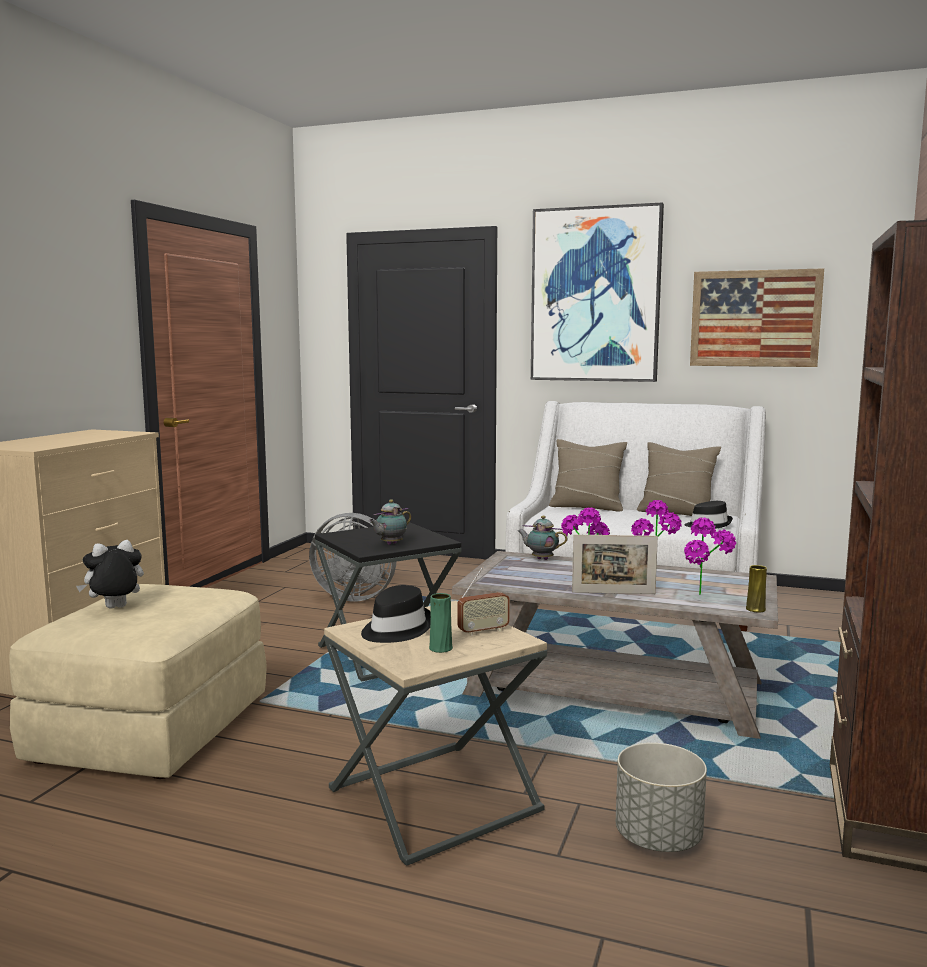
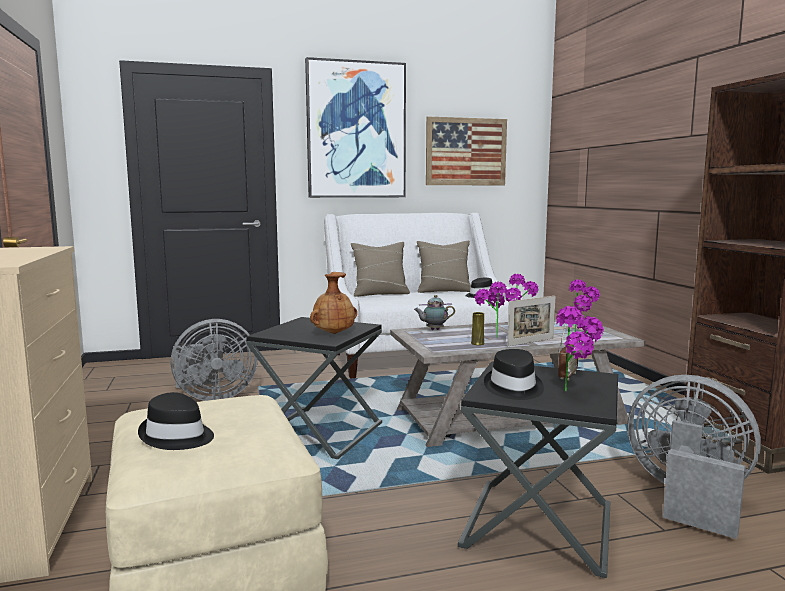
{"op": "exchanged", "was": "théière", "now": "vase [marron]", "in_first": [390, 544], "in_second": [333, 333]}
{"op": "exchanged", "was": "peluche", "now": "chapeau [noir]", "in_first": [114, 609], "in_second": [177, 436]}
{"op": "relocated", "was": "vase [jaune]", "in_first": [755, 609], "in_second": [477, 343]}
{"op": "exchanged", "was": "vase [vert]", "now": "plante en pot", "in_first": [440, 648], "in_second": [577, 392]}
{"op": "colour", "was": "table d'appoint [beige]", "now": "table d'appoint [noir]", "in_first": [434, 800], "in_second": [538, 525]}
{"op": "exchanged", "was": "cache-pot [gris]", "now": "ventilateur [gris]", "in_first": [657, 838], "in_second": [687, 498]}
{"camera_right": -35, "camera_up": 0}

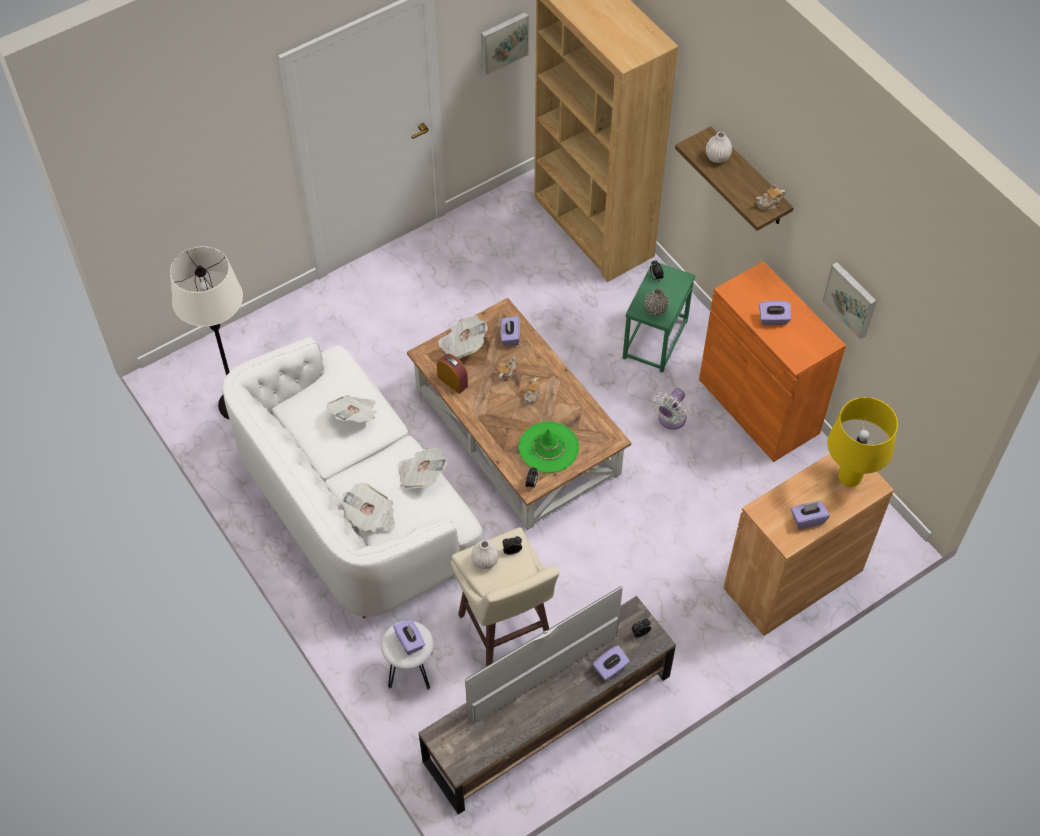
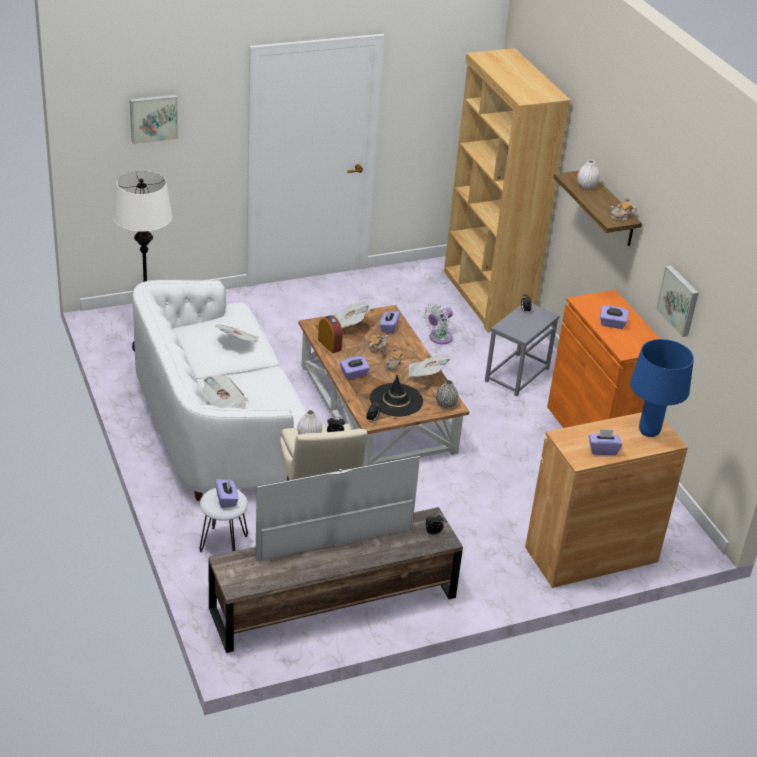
{"op": "relocated", "was": "tableau", "in_first": [503, 42], "in_second": [153, 118]}
{"op": "colour", "was": "table d'appoint [vert]", "now": "table d'appoint [gris]", "in_first": [654, 339], "in_second": [516, 374]}
{"op": "relocated", "was": "vase [gris]", "in_first": [655, 310], "in_second": [446, 404]}
{"op": "relocated", "was": "ventilateur [blanc]", "in_first": [670, 420], "in_second": [438, 338]}
{"op": "colour", "was": "lampe de table [jaune]", "now": "lampe de table [bleu]", "in_first": [849, 479], "in_second": [648, 432]}
{"op": "colour", "was": "chapeau [vert]", "now": "chapeau [noir]", "in_first": [549, 447], "in_second": [396, 400]}
{"op": "relocated", "was": "journal", "in_first": [421, 475], "in_second": [426, 375]}
{"op": "relocated", "was": "boîte à mouchoirs [violet]", "in_first": [610, 668], "in_second": [354, 374]}
{"camera_right": 10, "camera_up": -20}

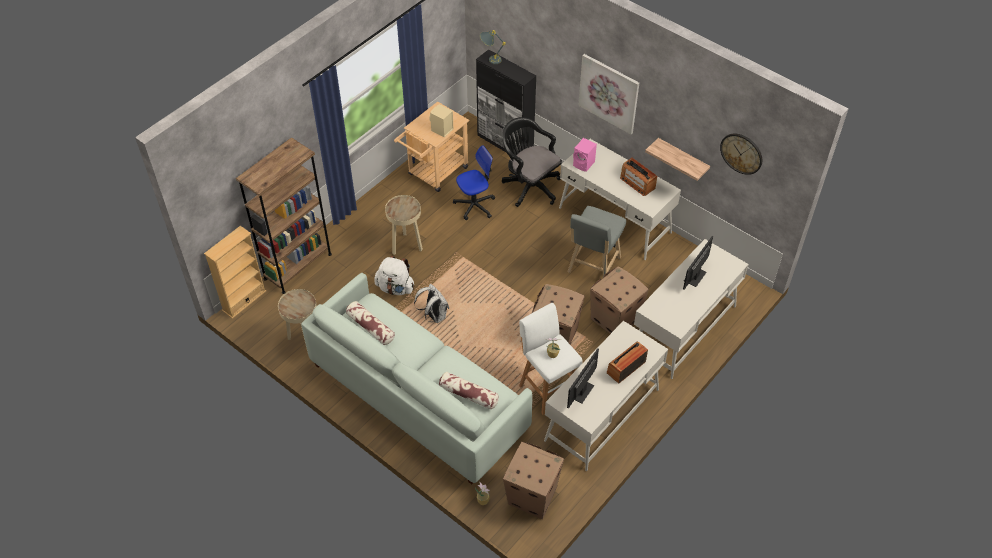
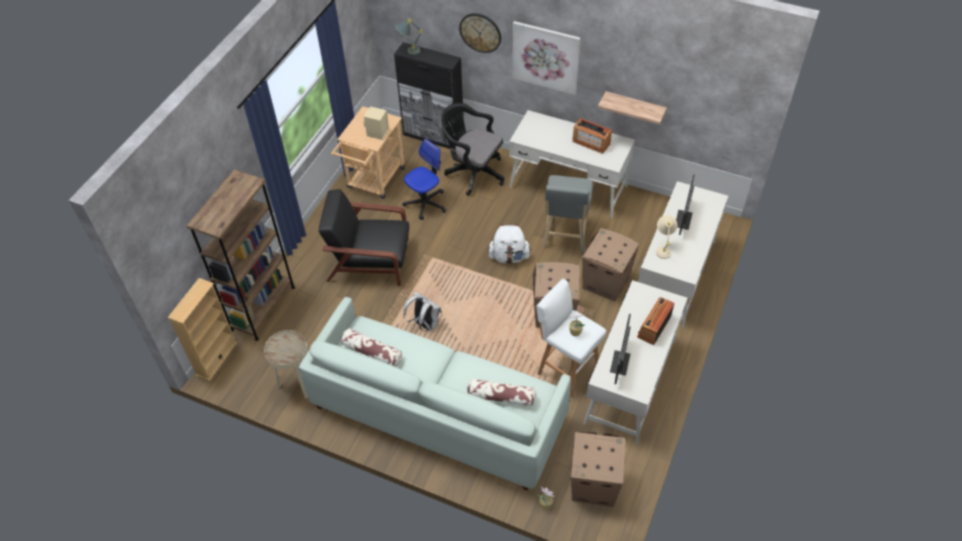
{"op": "relocated", "was": "horloge murale", "in_first": [741, 153], "in_second": [480, 32]}
{"op": "missing", "was": "enceinte [rose]", "in_first": [584, 164]}
{"op": "exchanged", "was": "table d'appoint [beige]", "now": "fauteuil [noir]", "in_first": [406, 246], "in_second": [370, 260]}
{"op": "relocated", "was": "sac à dos [blanc]", "in_first": [395, 288], "in_second": [509, 256]}
{"op": "appeared", "now": "lampe de table [beige]", "in_second": [663, 248]}
{"camera_right": -15, "camera_up": 0}

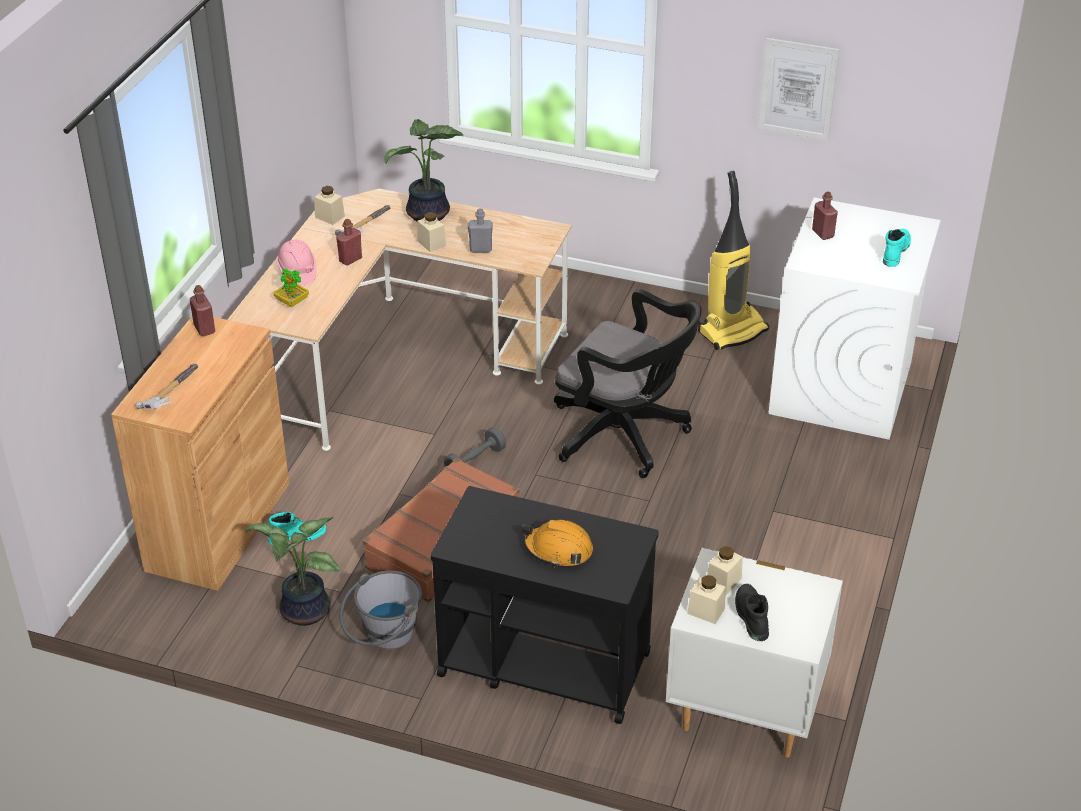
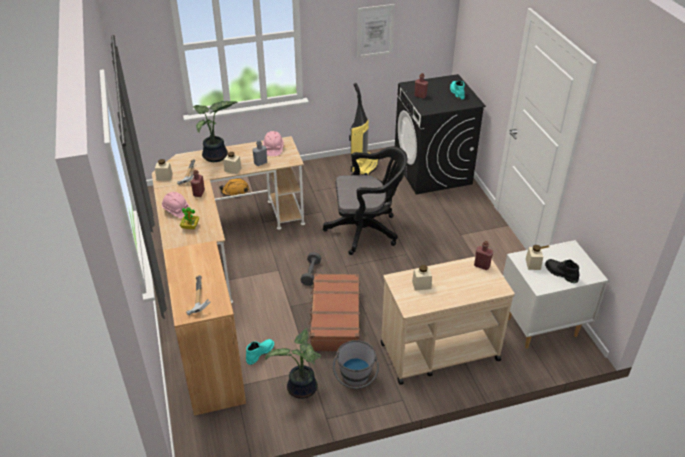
{"op": "colour", "was": "lave-linge [blanc]", "now": "lave-linge [noir]", "in_first": [841, 388], "in_second": [432, 171]}
{"op": "relocated", "was": "bouteille [rouge]", "in_first": [204, 329], "in_second": [482, 266]}
{"op": "colour", "was": "chariot [noir]", "now": "chariot [beige]", "in_first": [543, 663], "in_second": [438, 352]}
{"op": "relocated", "was": "casque de chantier [orange]", "in_first": [558, 550], "in_second": [235, 191]}
{"op": "relocated", "was": "bocal [beige]", "in_first": [706, 611], "in_second": [421, 285]}
{"op": "appeared", "now": "casque de chantier [rose]", "in_second": [273, 149]}
{"camera_right": -35, "camera_up": 0}

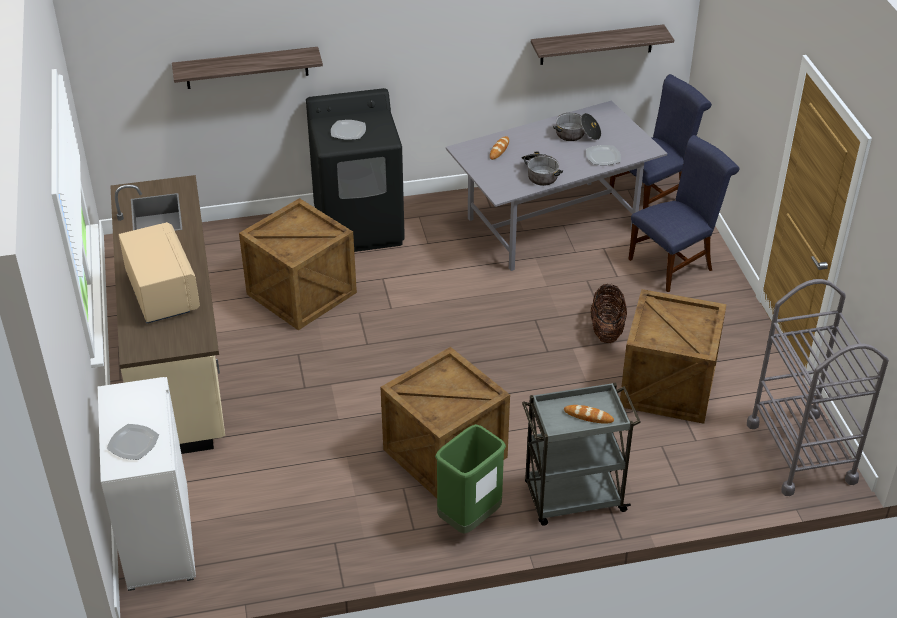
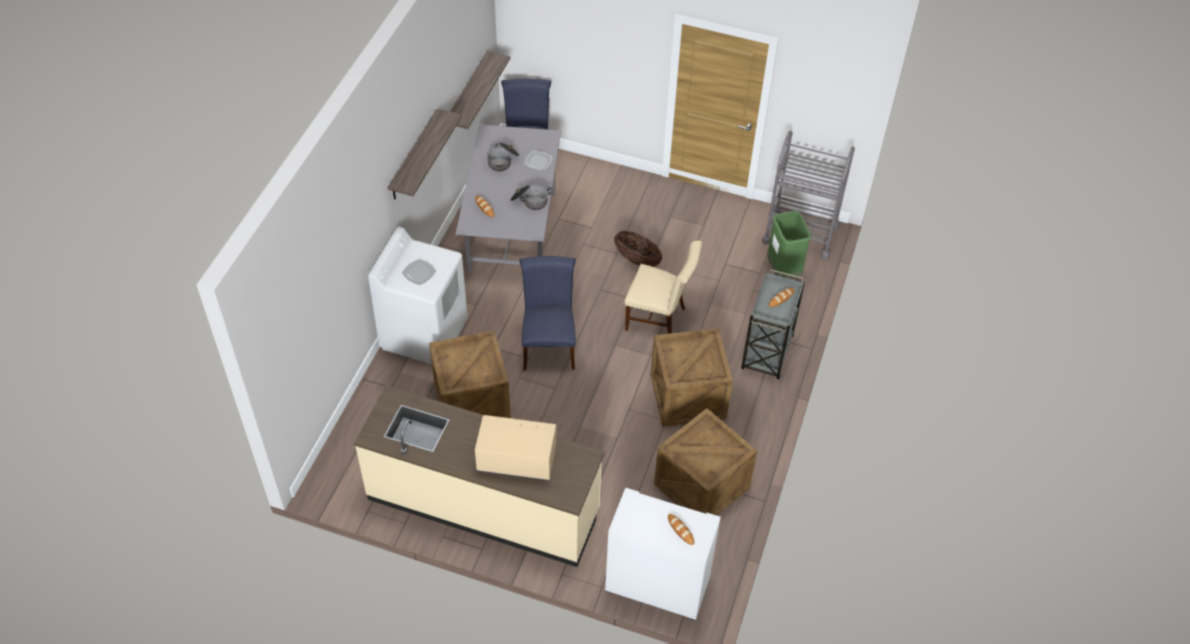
{"op": "relocated", "was": "étagère", "in_first": [247, 68], "in_second": [414, 156]}
{"op": "colour", "was": "lave-linge [noir]", "now": "lave-linge [blanc]", "in_first": [359, 227], "in_second": [424, 333]}
{"op": "relocated", "was": "chaise [bleu]", "in_first": [674, 263], "in_second": [548, 347]}
{"op": "relocated", "was": "caisse", "in_first": [666, 385], "in_second": [700, 486]}
{"op": "exchanged", "was": "assiette", "now": "pain", "in_first": [133, 443], "in_second": [680, 530]}
{"op": "relocated", "was": "poubelle [vert]", "in_first": [469, 519], "in_second": [783, 271]}
{"op": "appeared", "now": "chaise [beige]", "in_second": [659, 319]}
{"camera_right": -60, "camera_up": 10}

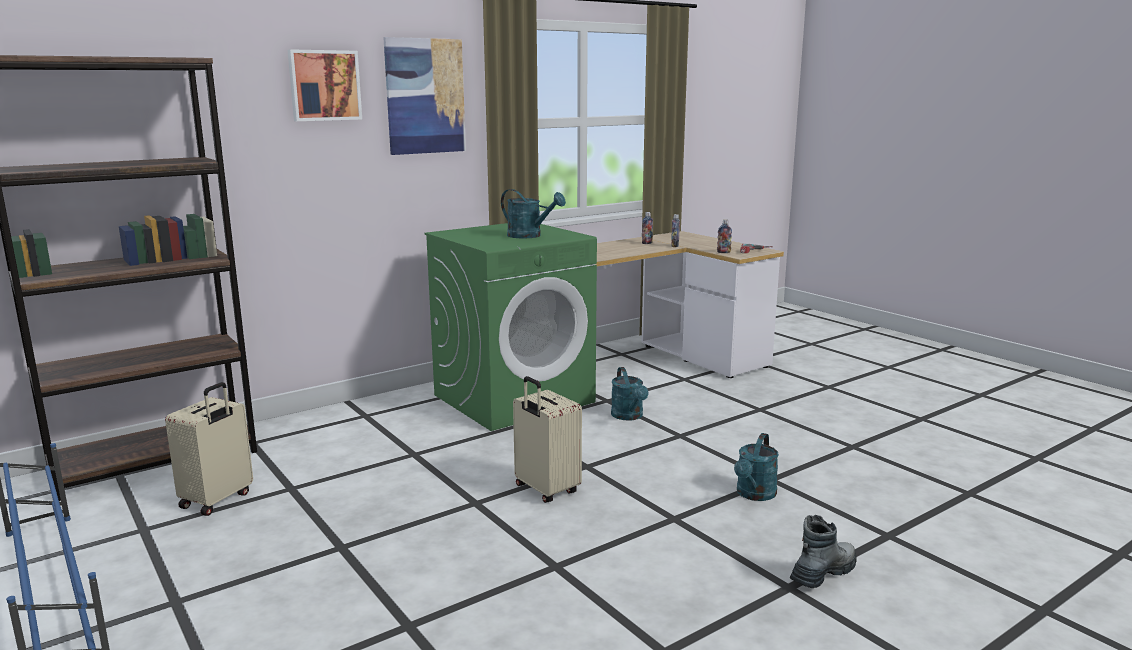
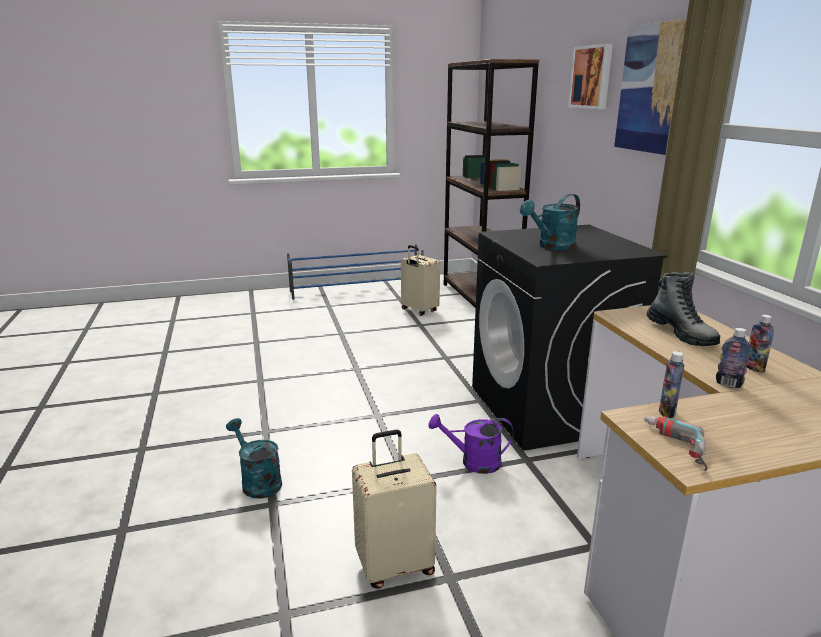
{"op": "colour", "was": "lave-linge [vert]", "now": "lave-linge [noir]", "in_first": [514, 398], "in_second": [549, 409]}
{"op": "colour", "was": "arrosoir [turquoise]", "now": "arrosoir [violet]", "in_first": [629, 416], "in_second": [473, 462]}
{"op": "relocated", "was": "valise [beige]", "in_first": [545, 490], "in_second": [395, 565]}
{"op": "relocated", "was": "botte", "in_first": [823, 573], "in_second": [681, 333]}
{"camera_right": 110, "camera_up": 5}

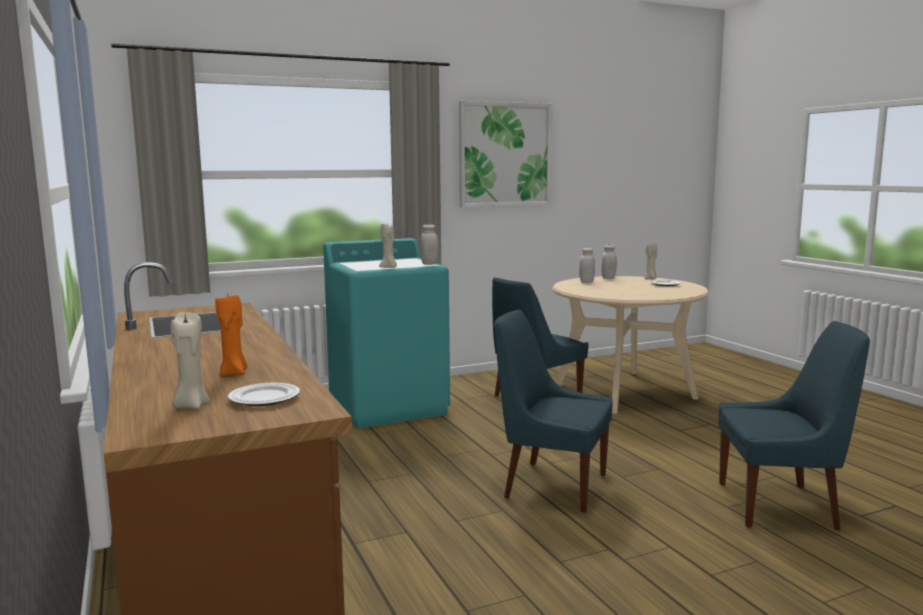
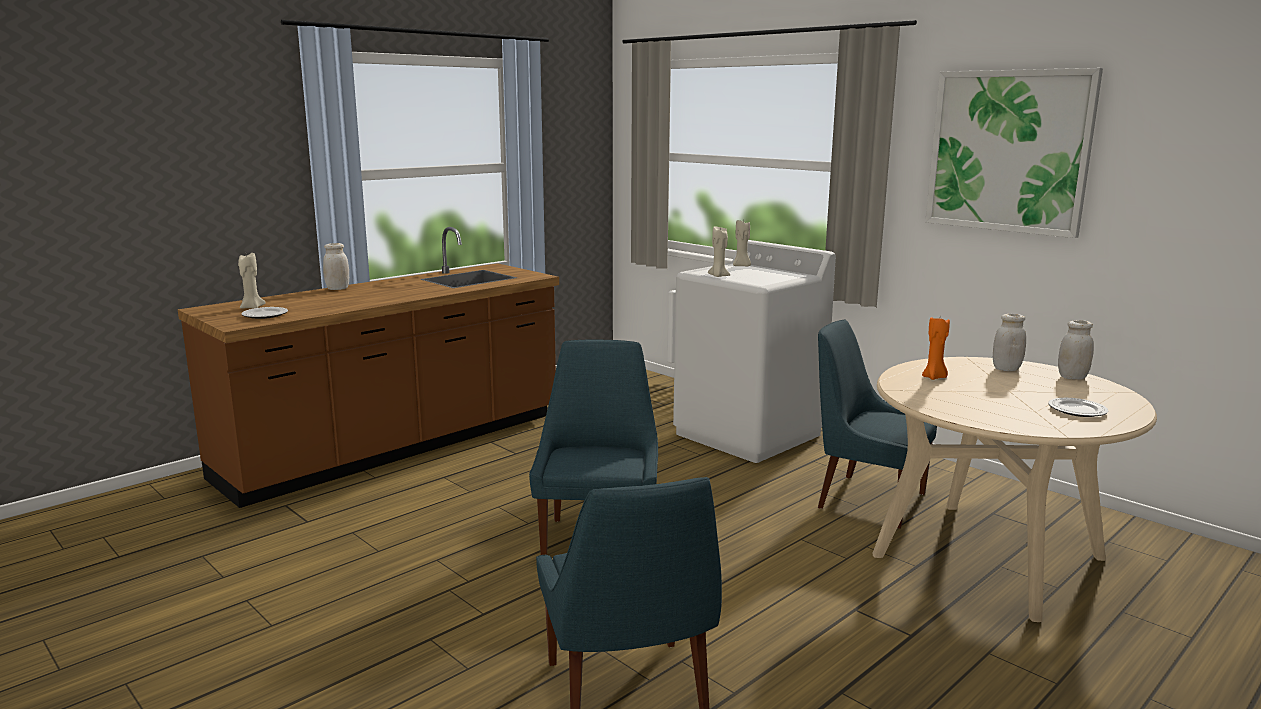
{"op": "relocated", "was": "bocal [blanc]", "in_first": [429, 264], "in_second": [337, 289]}
{"op": "colour", "was": "lave-linge [turquoise]", "now": "lave-linge [blanc]", "in_first": [389, 407], "in_second": [748, 434]}
{"op": "relocated", "was": "bougie [beige]", "in_first": [650, 279], "in_second": [741, 266]}
{"op": "relocated", "was": "bougie [orange]", "in_first": [234, 373], "in_second": [934, 377]}
{"camera_right": 70, "camera_up": 5}

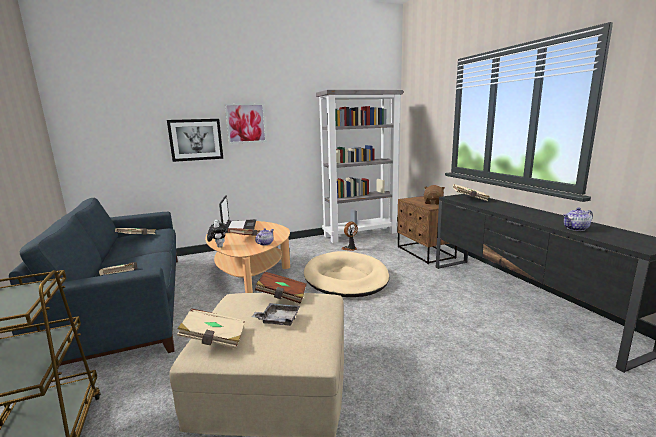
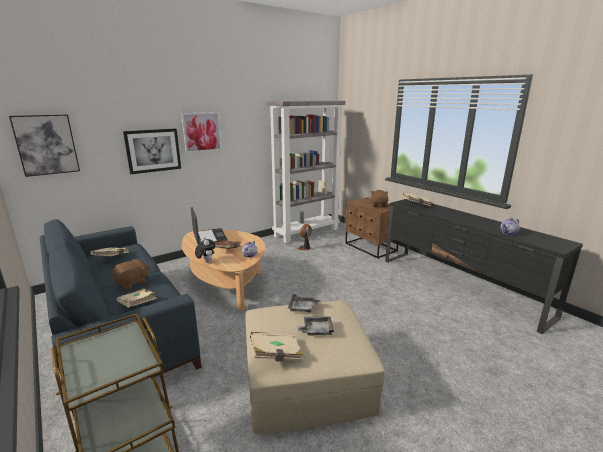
{"op": "missing", "was": "panier pour chien [beige]", "in_first": [346, 278]}
{"op": "exchanged", "was": "livre [marron]", "now": "plateau [gris]", "in_first": [282, 296], "in_second": [303, 308]}
{"op": "appeared", "now": "tableau", "in_second": [46, 145]}
{"op": "appeared", "now": "peluche [marron]", "in_second": [132, 283]}
{"camera_right": -15, "camera_up": 5}

